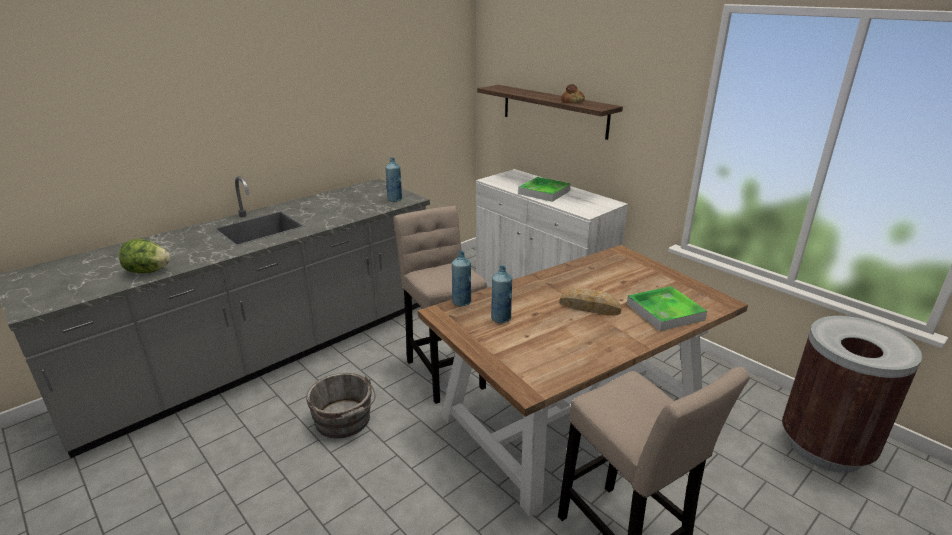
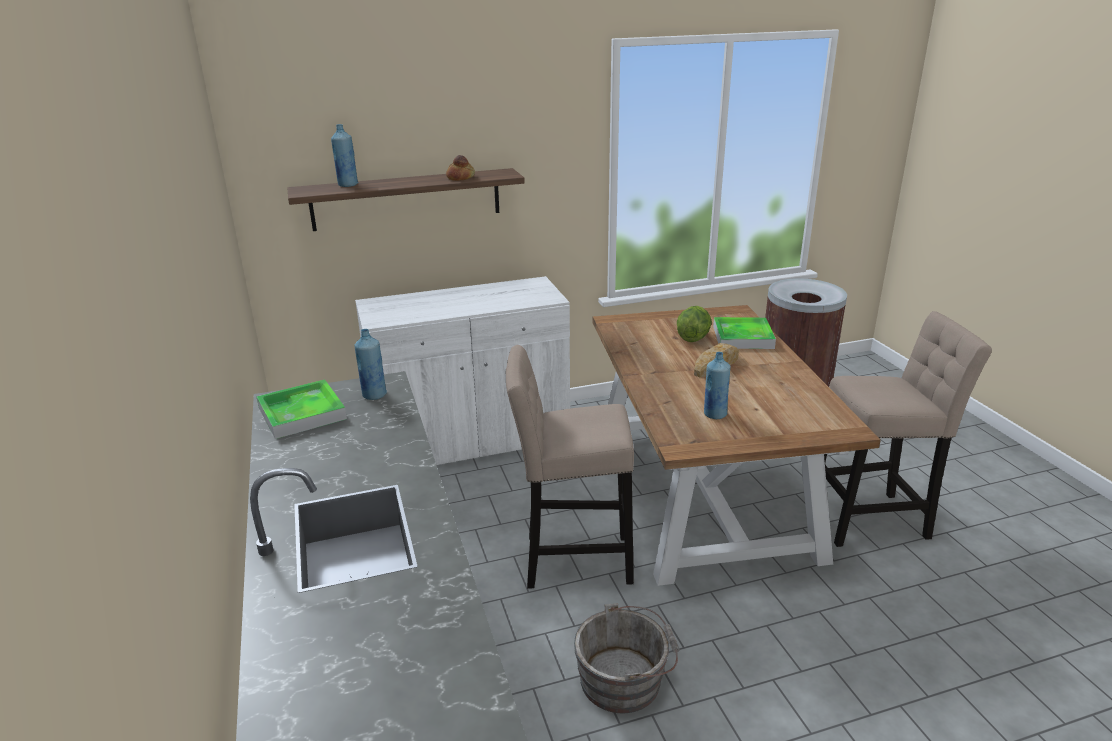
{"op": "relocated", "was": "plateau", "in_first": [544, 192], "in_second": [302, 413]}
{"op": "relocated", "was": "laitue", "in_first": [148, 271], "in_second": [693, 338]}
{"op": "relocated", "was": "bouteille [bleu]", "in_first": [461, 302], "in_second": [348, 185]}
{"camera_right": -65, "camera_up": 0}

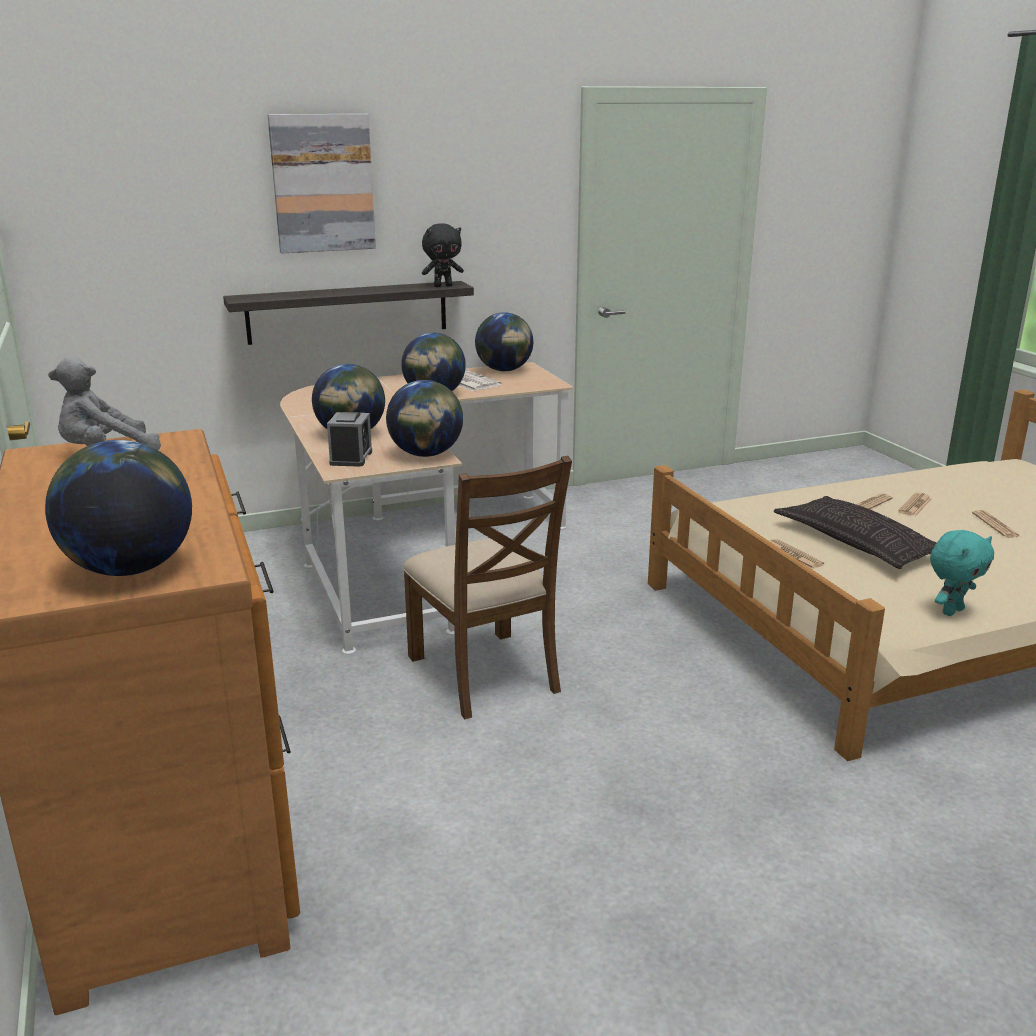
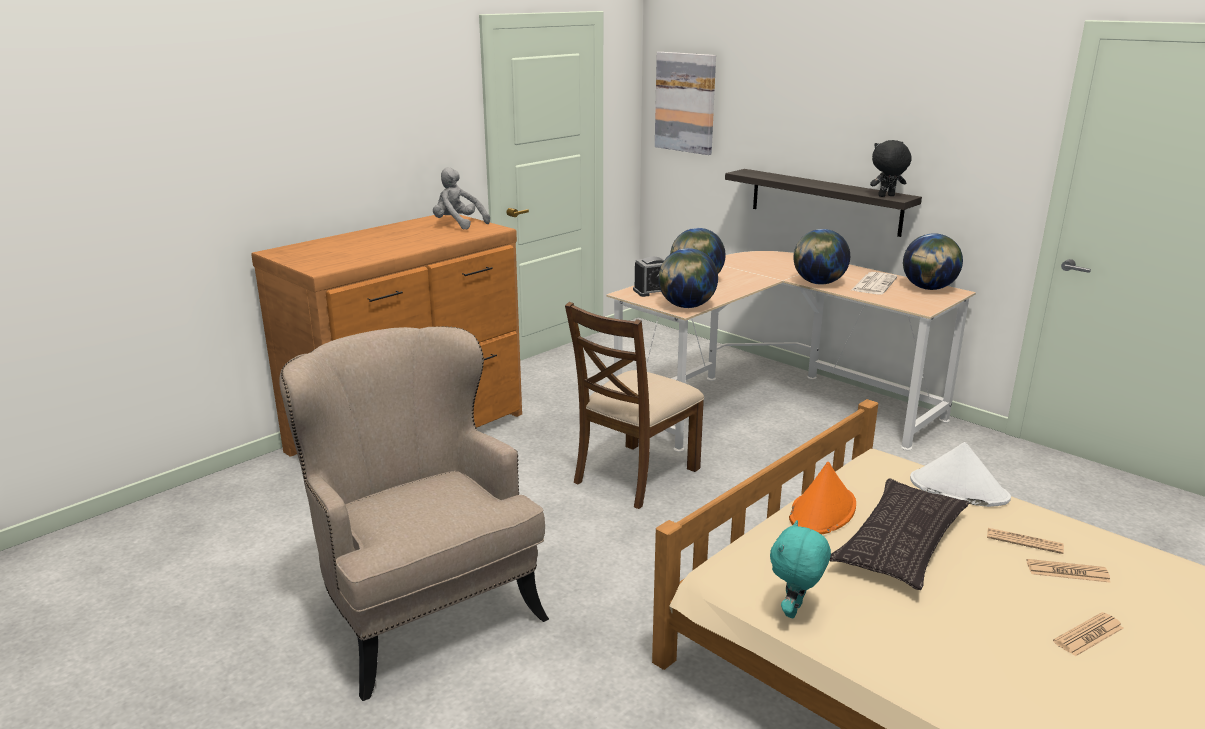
{"op": "relocated", "was": "tableau", "in_first": [322, 183], "in_second": [685, 102]}
{"op": "spun", "was": "peluche [noir]", "in_first": [443, 286], "in_second": [886, 196], "clockwise": 120}
{"op": "missing", "was": "globe", "in_first": [130, 568]}
{"op": "spun", "was": "peluche [turquoise]", "in_first": [951, 611], "in_second": [795, 611], "clockwise": 90}
{"op": "exchanged", "was": "journal", "now": "chapeau [orange]", "in_first": [793, 555], "in_second": [822, 511]}
{"op": "appeared", "now": "fauteuil [beige]", "in_second": [423, 611]}
{"op": "appeared", "now": "chapeau [blanc]", "in_second": [958, 489]}
{"camera_right": 65, "camera_up": 0}

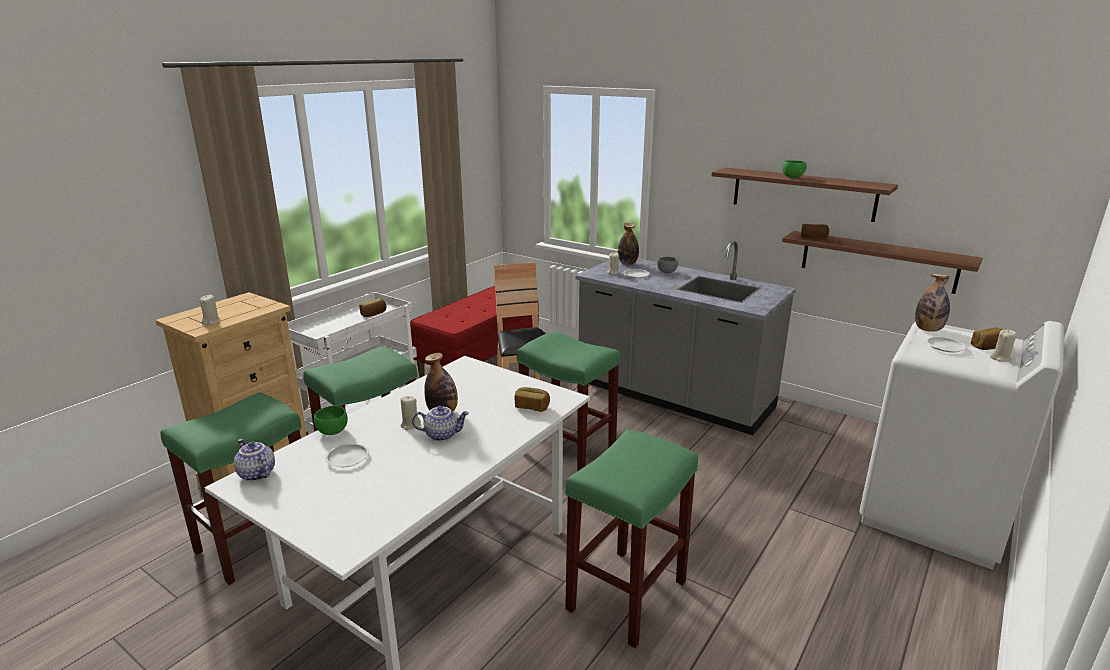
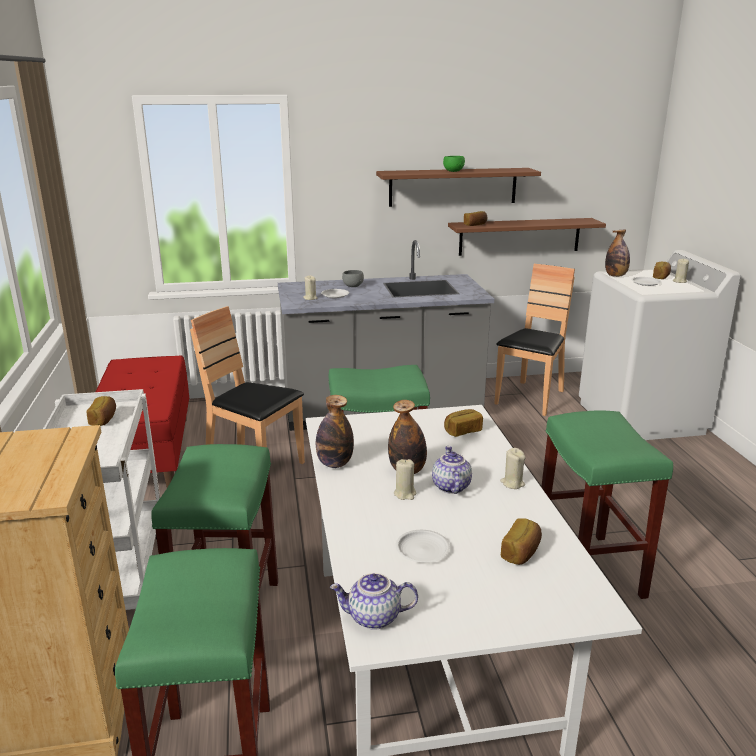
{"op": "relocated", "was": "bouteille", "in_first": [627, 263], "in_second": [334, 463]}
{"op": "relocated", "was": "bougie [beige]", "in_first": [211, 322], "in_second": [512, 483]}
{"op": "missing", "was": "bol [vert]", "in_first": [333, 432]}
{"op": "spun", "was": "théière", "in_first": [442, 434], "in_second": [450, 486], "clockwise": -45}
{"op": "appeared", "now": "chaise [marron]", "in_second": [530, 398]}
{"op": "appeared", "now": "pain", "in_second": [522, 552]}
{"camera_right": -45, "camera_up": 0}

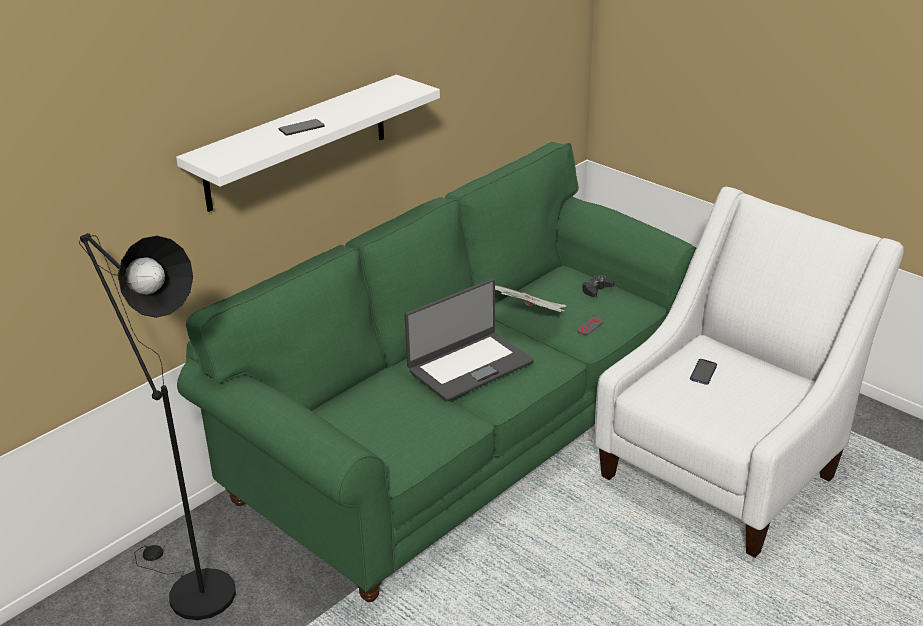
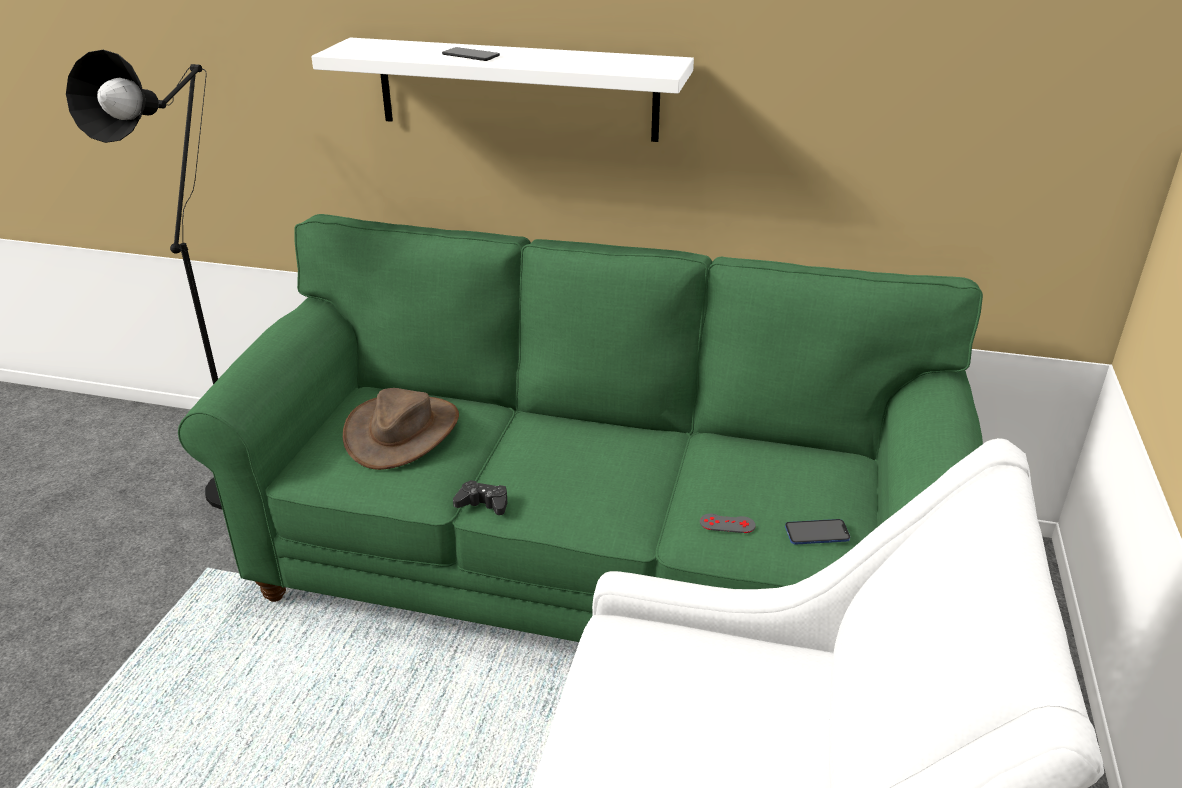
{"op": "relocated", "was": "manette [noir]", "in_first": [596, 289], "in_second": [483, 503]}
{"op": "missing", "was": "ordinateur portable", "in_first": [469, 366]}
{"op": "missing", "was": "journal", "in_first": [531, 316]}
{"op": "relocated", "was": "téléphone", "in_first": [703, 372], "in_second": [817, 533]}
{"op": "appeared", "now": "chapeau [marron]", "in_second": [402, 431]}
{"camera_right": 60, "camera_up": 0}

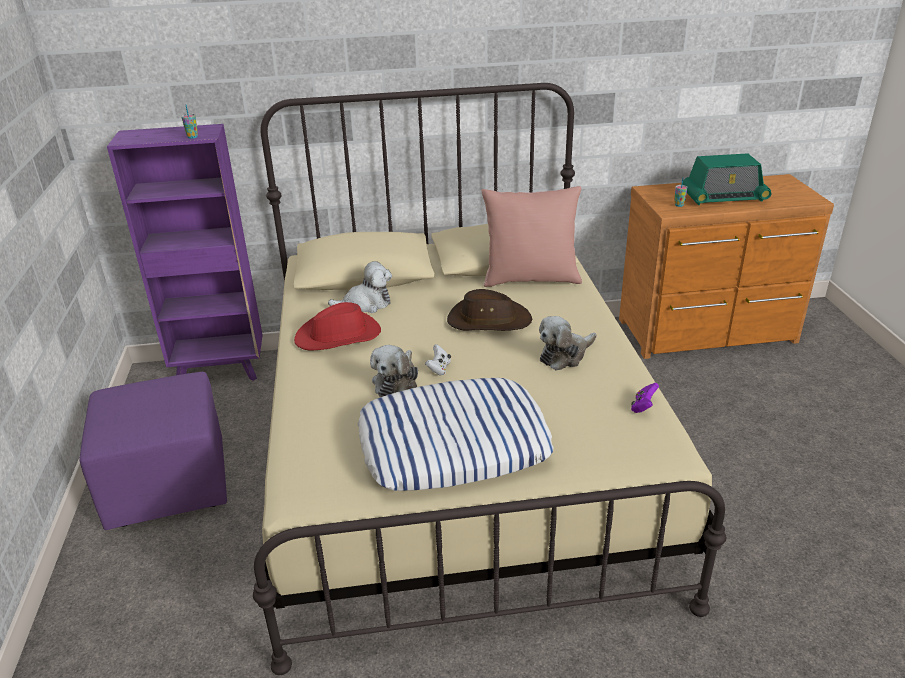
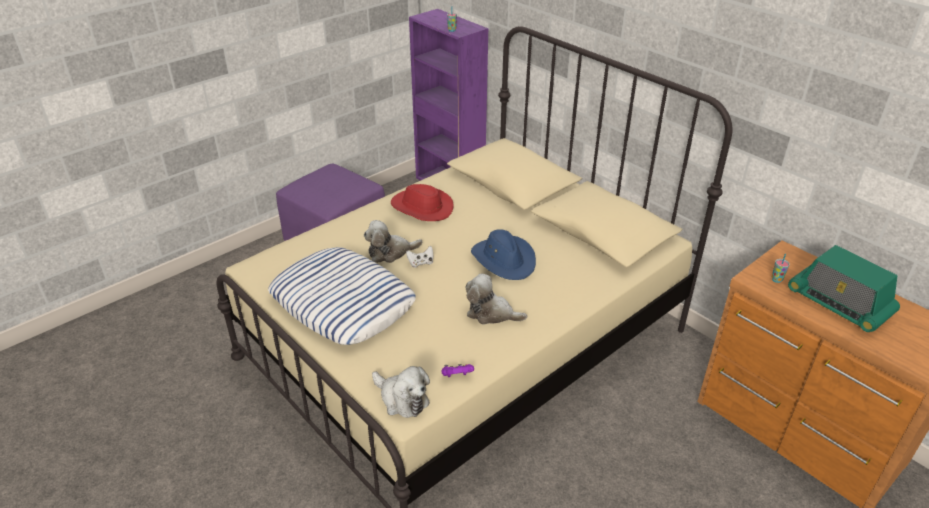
{"op": "missing", "was": "coussin [rose]", "in_first": [531, 279]}
{"op": "relocated", "was": "peluche", "in_first": [366, 304], "in_second": [402, 399]}
{"op": "colour", "was": "chapeau [marron]", "now": "chapeau [bleu]", "in_first": [488, 320], "in_second": [504, 259]}
{"camera_right": 55, "camera_up": 5}

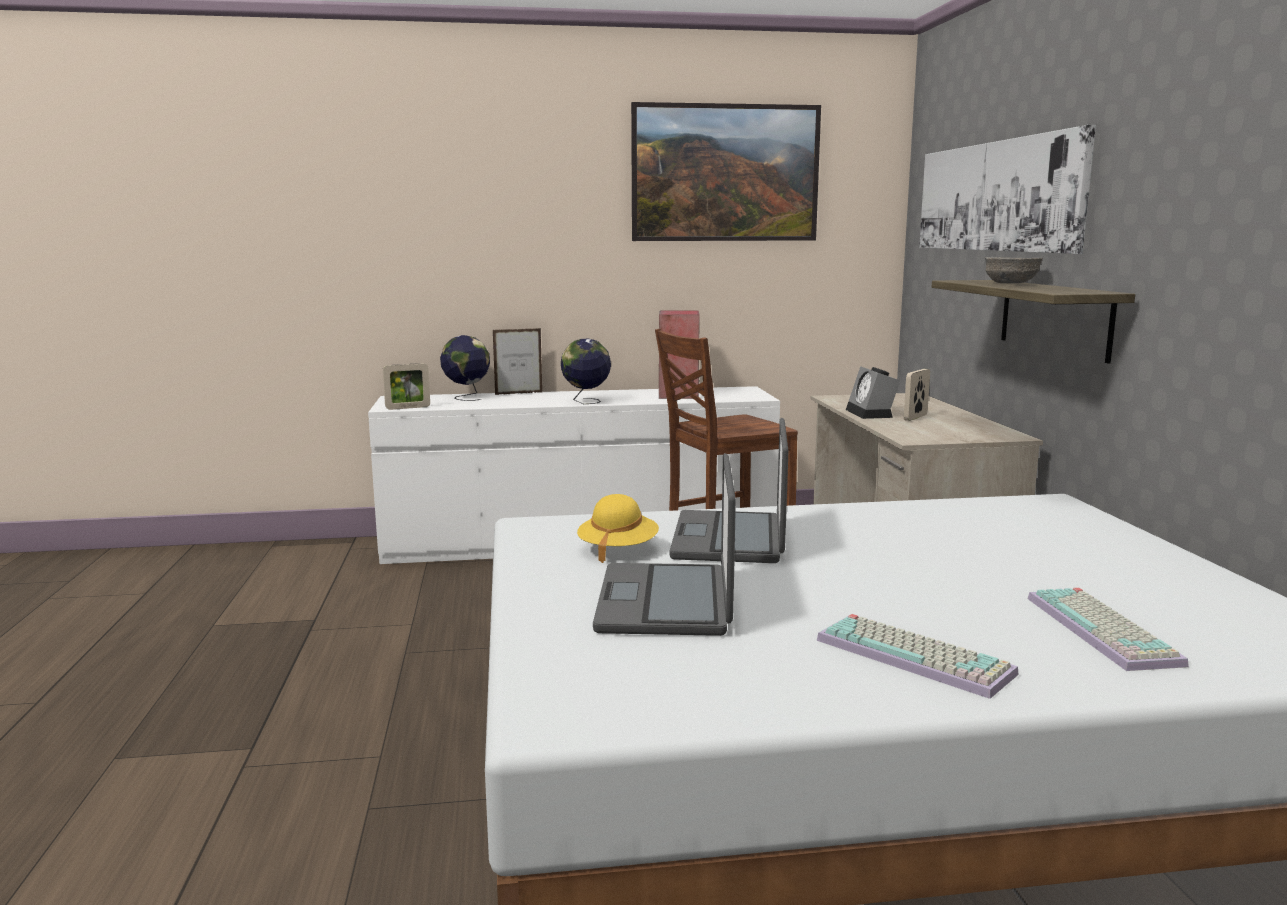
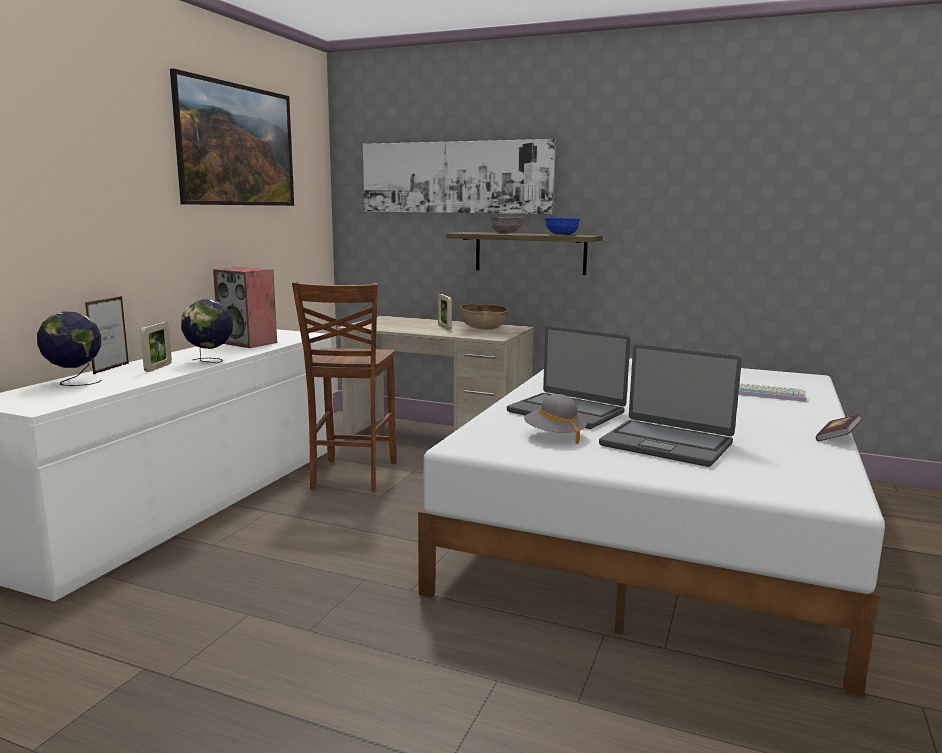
{"op": "relocated", "was": "cadre photo", "in_first": [408, 408], "in_second": [158, 367]}
{"op": "missing", "was": "réveil", "in_first": [872, 413]}
{"op": "colour", "was": "chapeau [jaune]", "now": "chapeau [gris]", "in_first": [618, 549], "in_second": [554, 436]}
{"op": "missing", "was": "clavier", "in_first": [917, 656]}
{"op": "appeared", "now": "bol [bleu]", "in_second": [561, 234]}
{"op": "appeared", "now": "bol [marron]", "in_second": [483, 329]}
{"op": "appeared", "now": "livre", "in_second": [837, 438]}
{"camera_right": -60, "camera_up": 0}

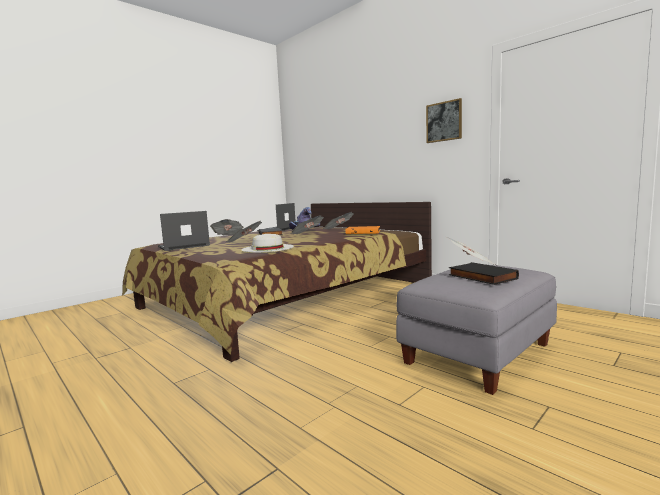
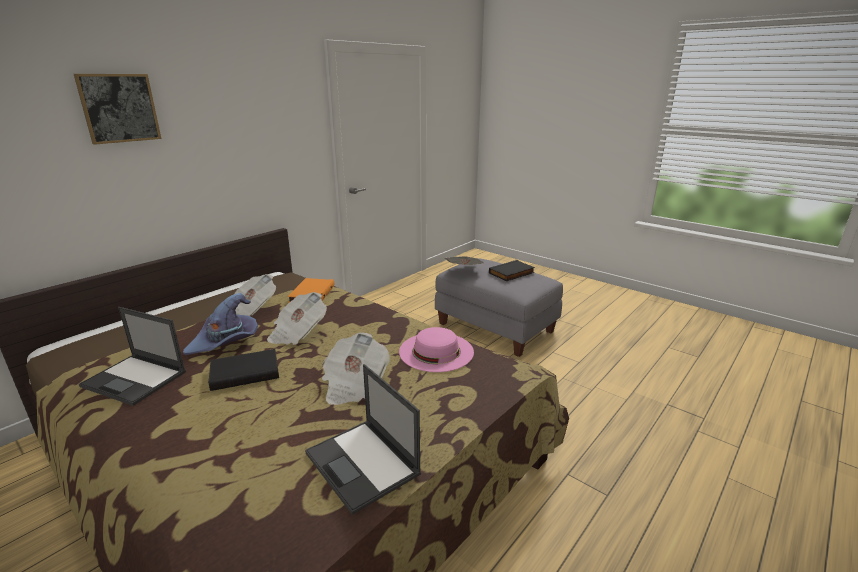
{"op": "relocated", "was": "tableau", "in_first": [444, 121], "in_second": [119, 108]}
{"op": "missing", "was": "journal", "in_first": [228, 237]}
{"op": "colour", "was": "chapeau [blanc]", "now": "chapeau [rose]", "in_first": [267, 248], "in_second": [436, 351]}
{"camera_right": -95, "camera_up": 15}

